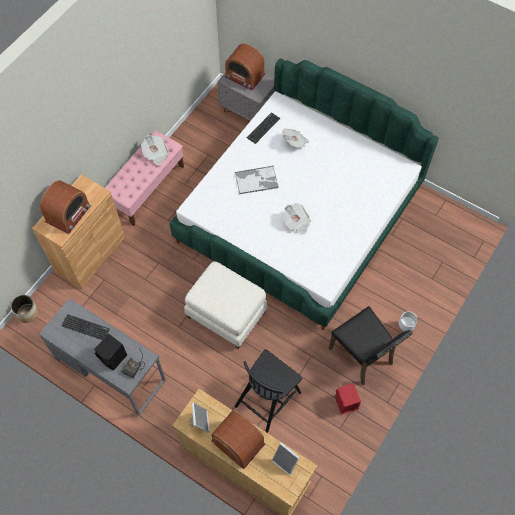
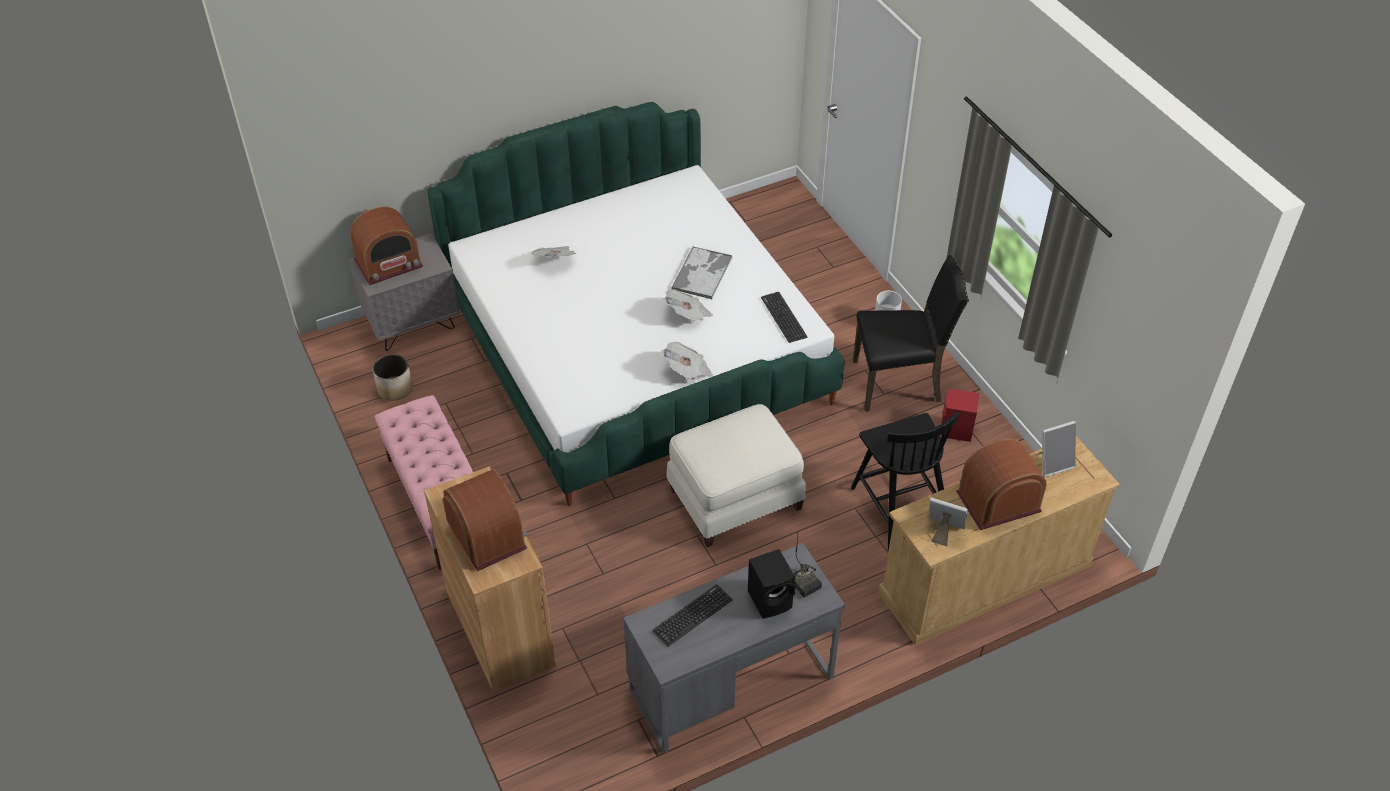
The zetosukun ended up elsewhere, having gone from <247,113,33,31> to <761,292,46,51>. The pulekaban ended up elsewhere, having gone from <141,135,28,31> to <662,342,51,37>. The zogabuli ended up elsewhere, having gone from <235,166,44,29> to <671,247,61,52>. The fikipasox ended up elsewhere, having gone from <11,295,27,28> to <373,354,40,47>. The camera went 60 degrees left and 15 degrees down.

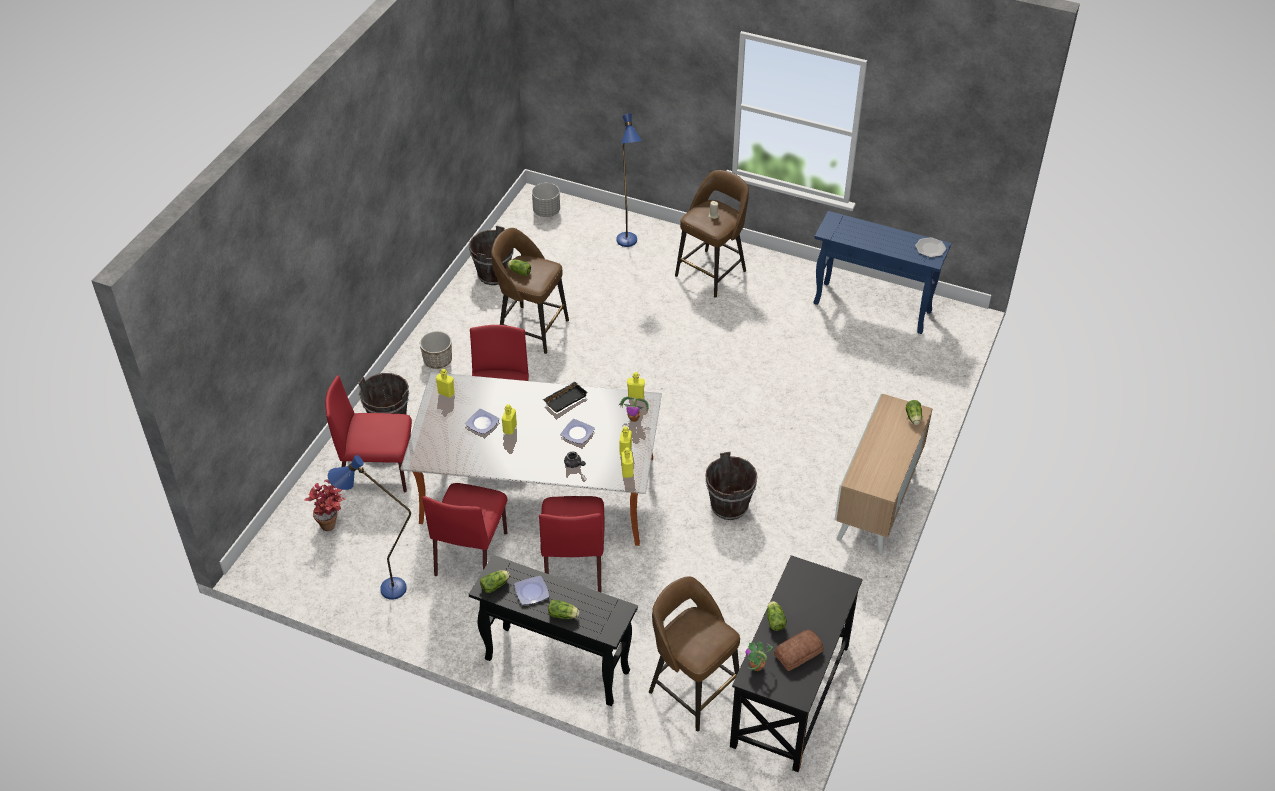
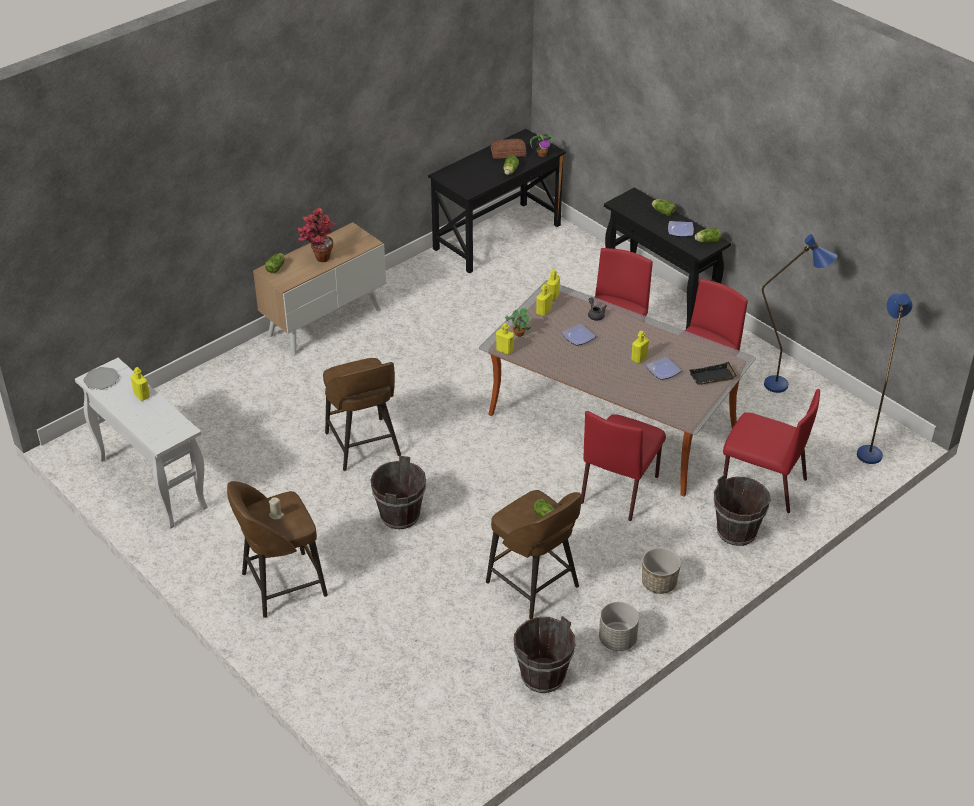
The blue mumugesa ended up elsewhere, having gone from <616,113,26,134> to <857,293,55,171>. The grey fikipasox ended up elsewhere, having gone from <532,183,28,34> to <599,602,40,49>. What was the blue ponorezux at <814,211,137,123> turned into the white ponorezux at <75,358,132,171>. The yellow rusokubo ended up elsewhere, having gone from <436,368,19,30> to <131,367,19,34>. The black zogabuli ended up elsewhere, having gone from <543,382,45,31> to <690,362,47,23>. The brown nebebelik ended up elsewhere, having gone from <705,452,53,68> to <371,456,55,73>. The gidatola ended up elsewhere, having gone from <305,479,41,52> to <298,208,37,54>. The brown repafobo ended up elsewhere, having gone from <649,576,91,155> to <323,358,78,113>. The camera went 155 degrees left and 5 degrees down.

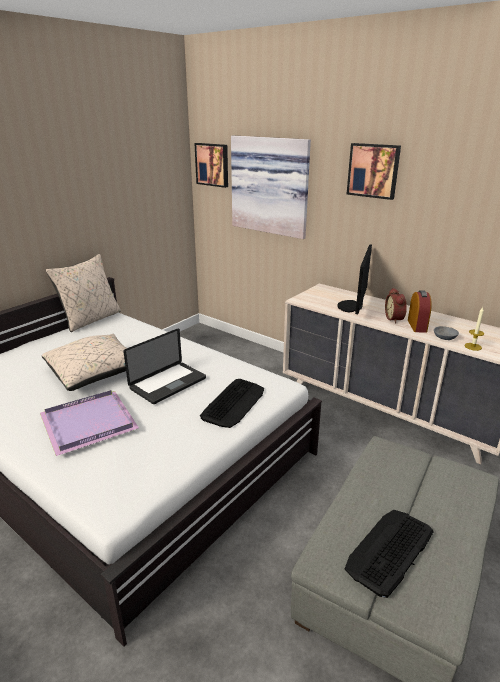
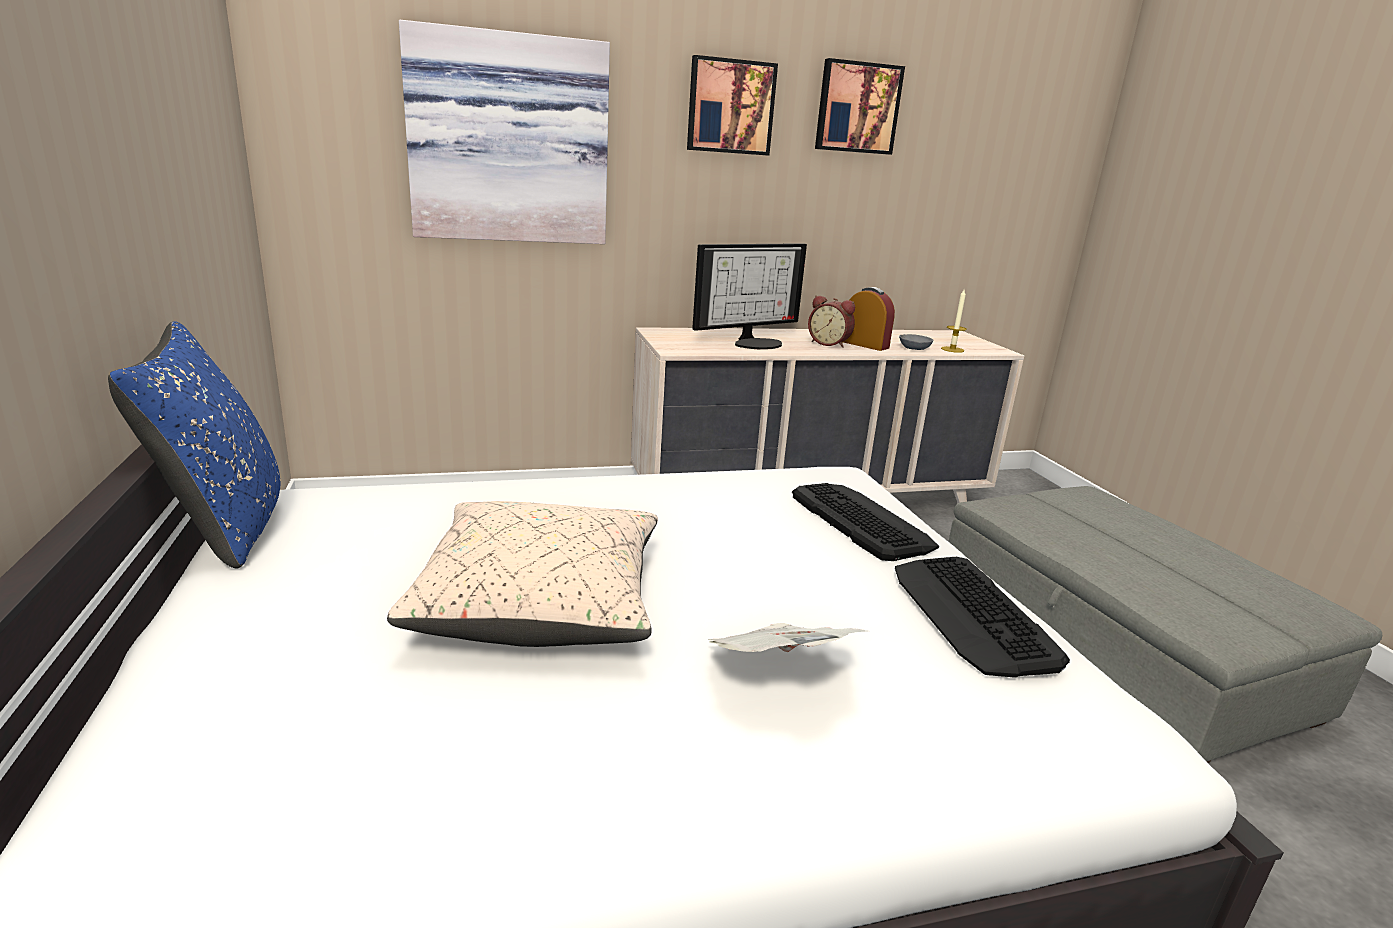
The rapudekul ended up elsewhere, having gone from <194,143,34,45> to <815,58,90,97>. The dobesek at <337,244,35,70> ended up facing another way, 90 degrees counterclockwise from before. What was the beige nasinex at <46,254,75,78> turned into the blue nasinex at <108,321,173,247>. The second view lost the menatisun at <123,328,83,76>. Where the purple zogabuli stood at <40,390,99,66>, the pulekaban came to stand at <708,623,160,29>. The zetosukun ended up elsewhere, having gone from <345,510,89,88> to <895,557,175,121>. The camera went 55 degrees left and 5 degrees down.

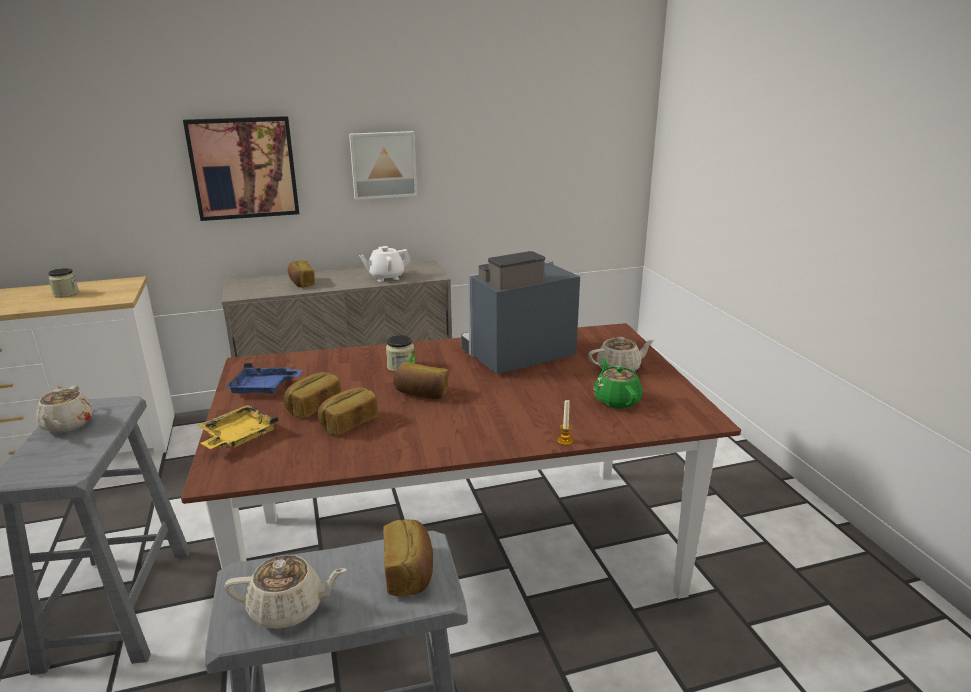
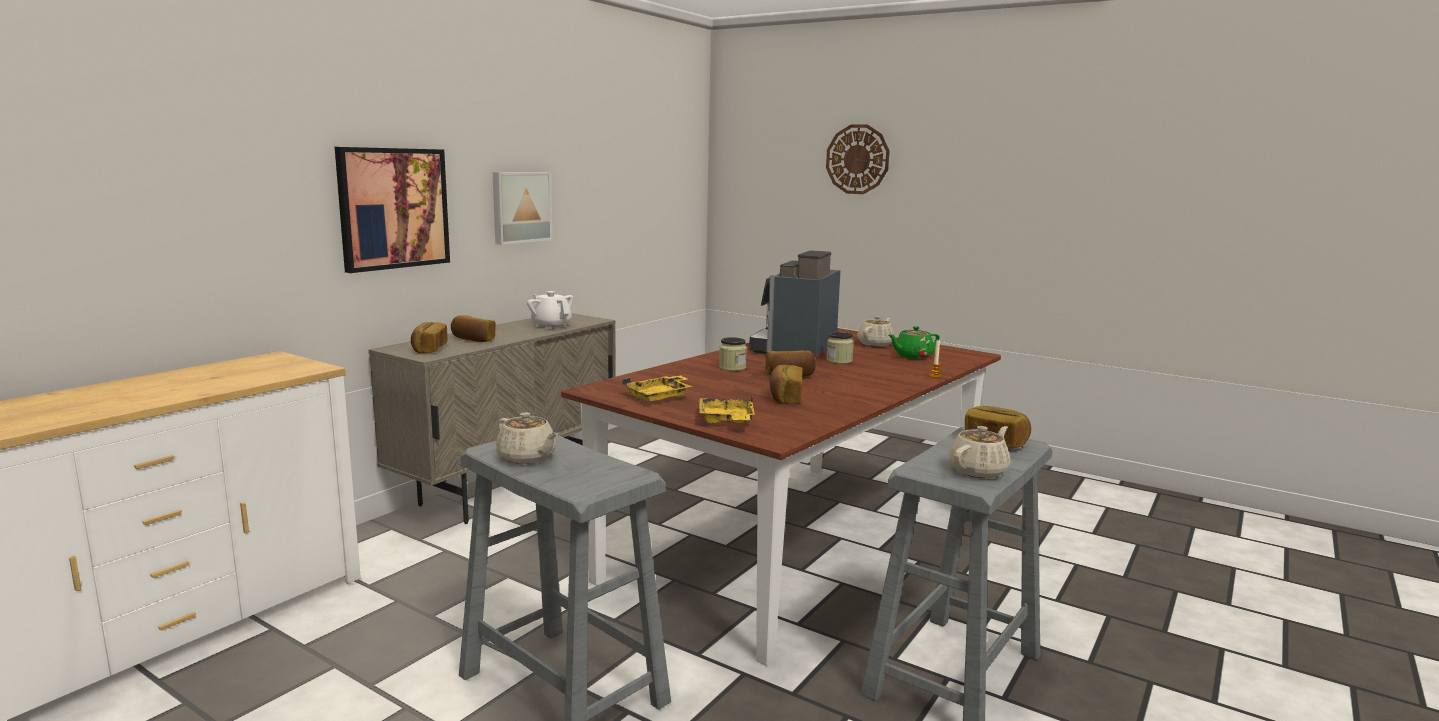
The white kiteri at <359,246,52,36> ended up facing another way, 105 degrees clockwise from before. The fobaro ended up elsewhere, having gone from <48,268,31,30> to <827,332,27,32>. The green kiteri at <593,358,49,51> ended up facing another way, 60 degrees counterclockwise from before. What was the blue zogabuli at <224,363,79,31> turned into the yellow zogabuli at <622,375,71,26>. The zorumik ended up elsewhere, having gone from <284,372,57,46> to <411,322,37,31>. The second view gained the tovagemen at <826,125,64,69>. The camera went 40 degrees left and 10 degrees down.

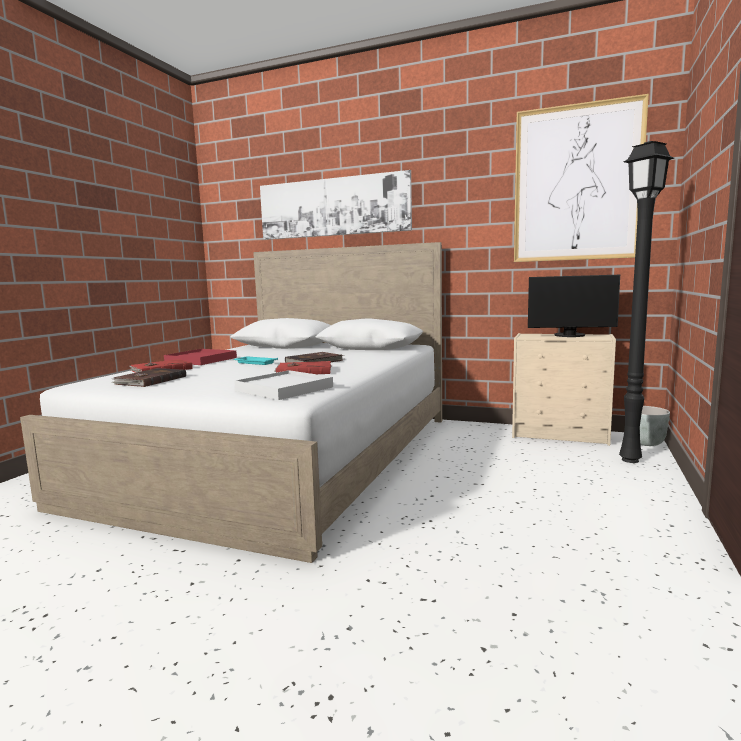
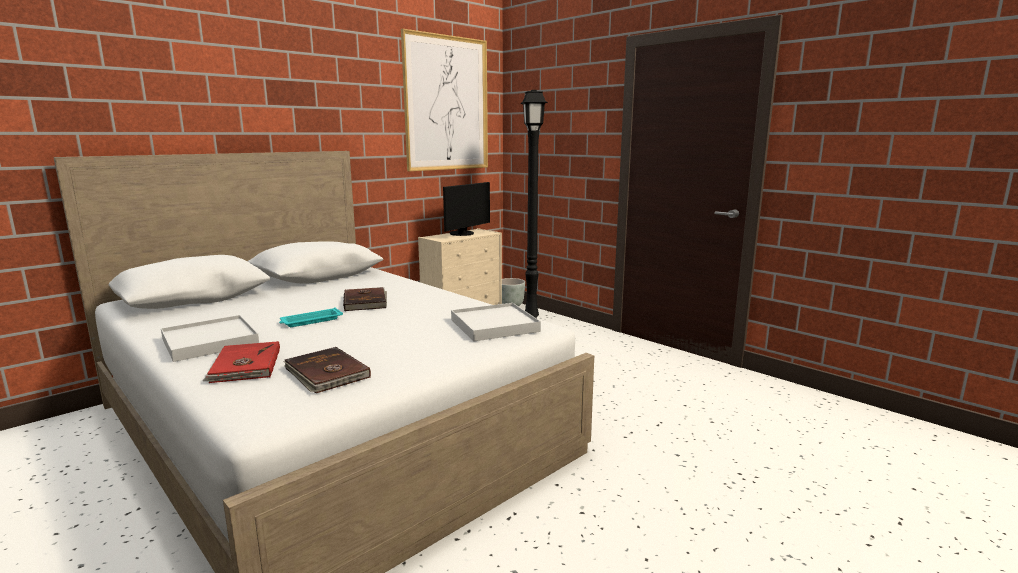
The second view lost the rapudekul at <260,170,152,70>. What was the red zogabuli at <164,349,73,16> turned into the white zogabuli at <161,315,98,47>. The second view lost the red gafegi at <275,361,57,13>. The camera went 65 degrees left and 5 degrees up.

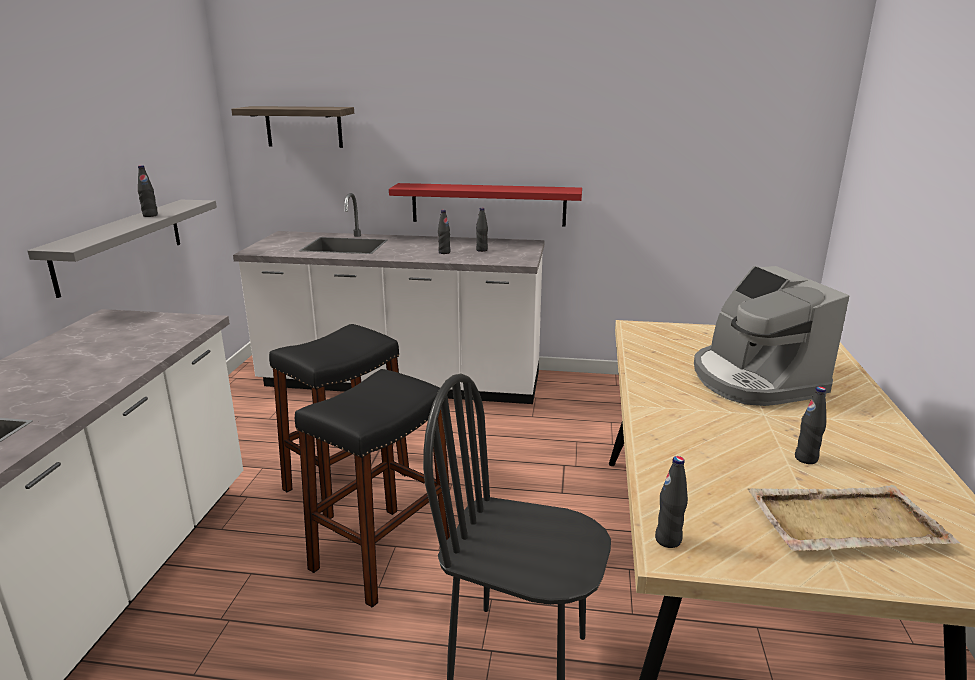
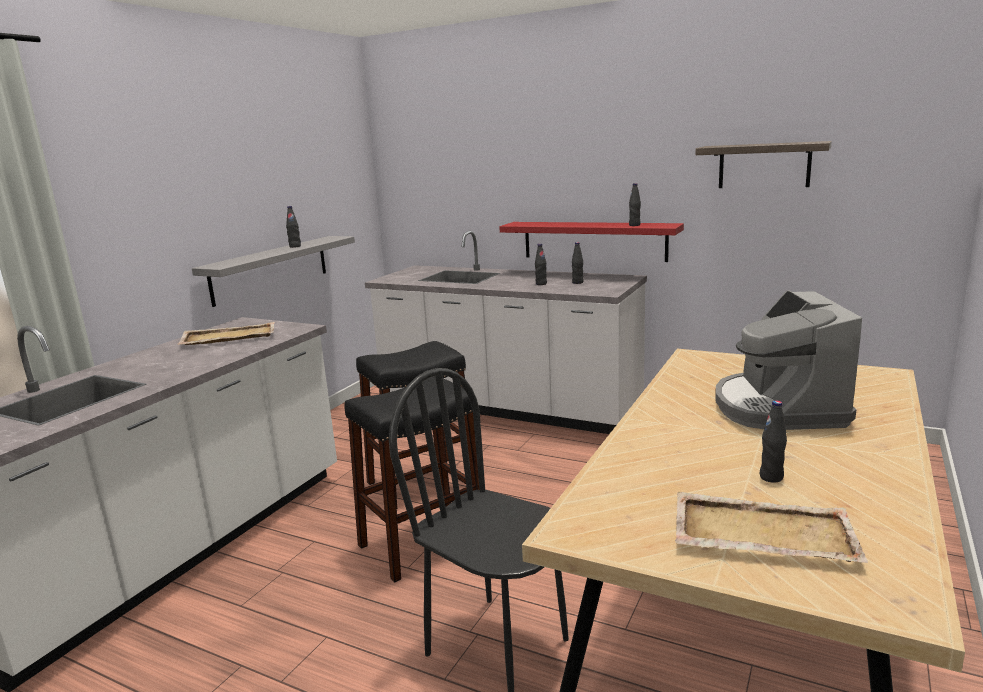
The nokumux ended up elsewhere, having gone from <231,106,123,42> to <695,141,137,47>. The black rusokubo ended up elsewhere, having gone from <655,456,33,92> to <629,183,12,43>. The second view gained the beige zogabuli at <177,322,97,23>. The camera went 20 degrees right and 5 degrees down.

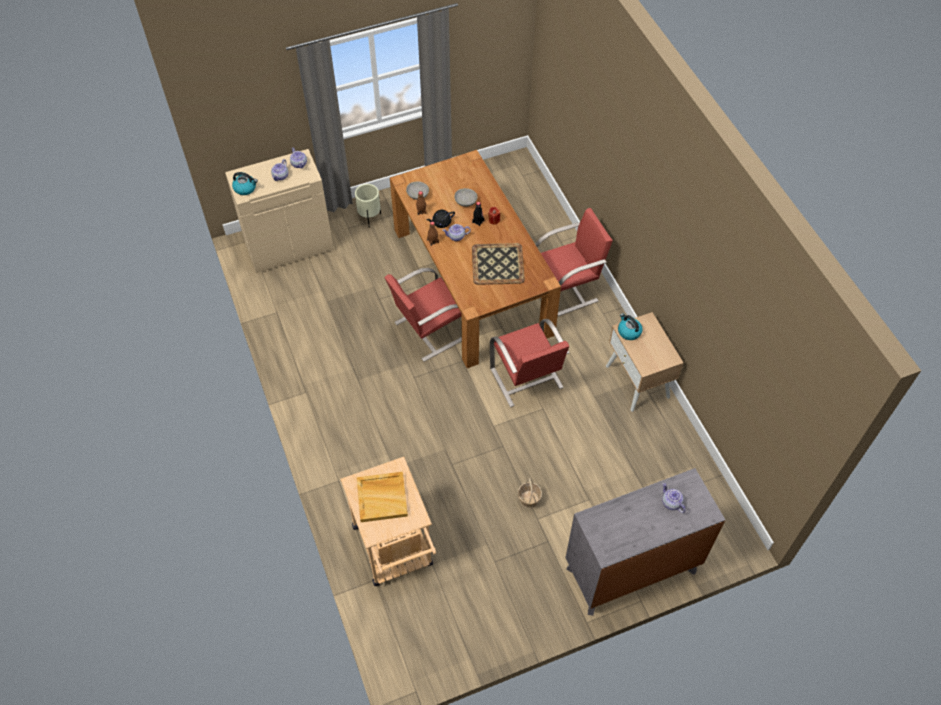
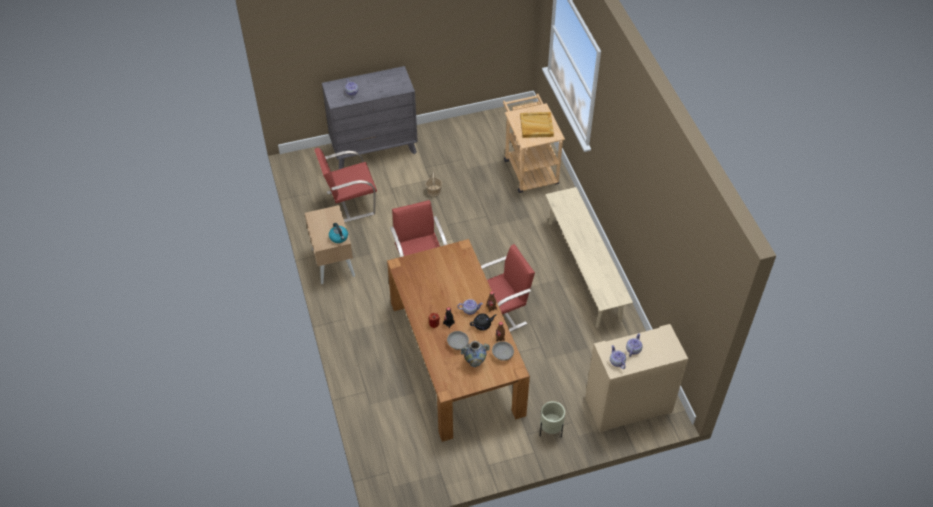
The second view lost the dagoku at <232,172,26,23>. The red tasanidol ended up elsewhere, having gone from <535,208,78,108> to <314,148,63,74>. The second view lost the zogabuli at <472,243,53,42>. The second view gained the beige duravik at <545,187,88,141>. The second view gained the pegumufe at <460,341,30,26>. The camera went 175 degrees left and 5 degrees down.

